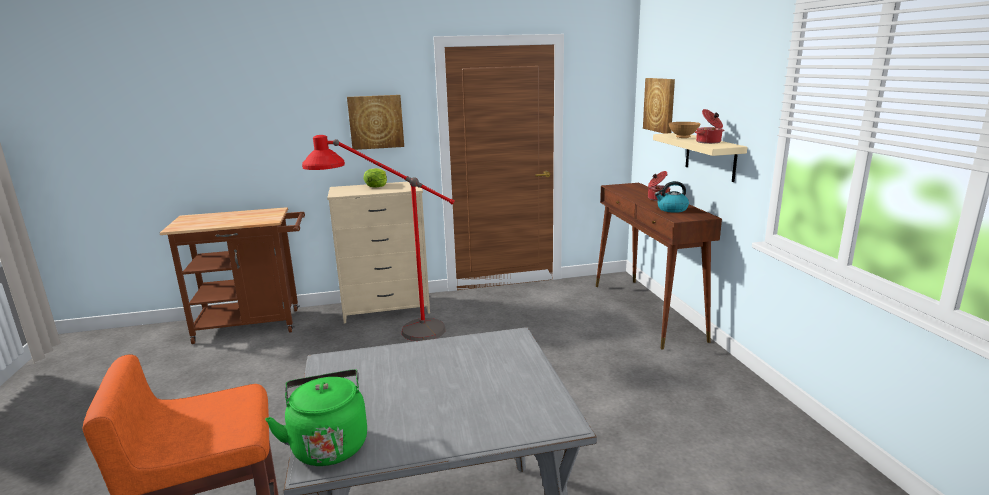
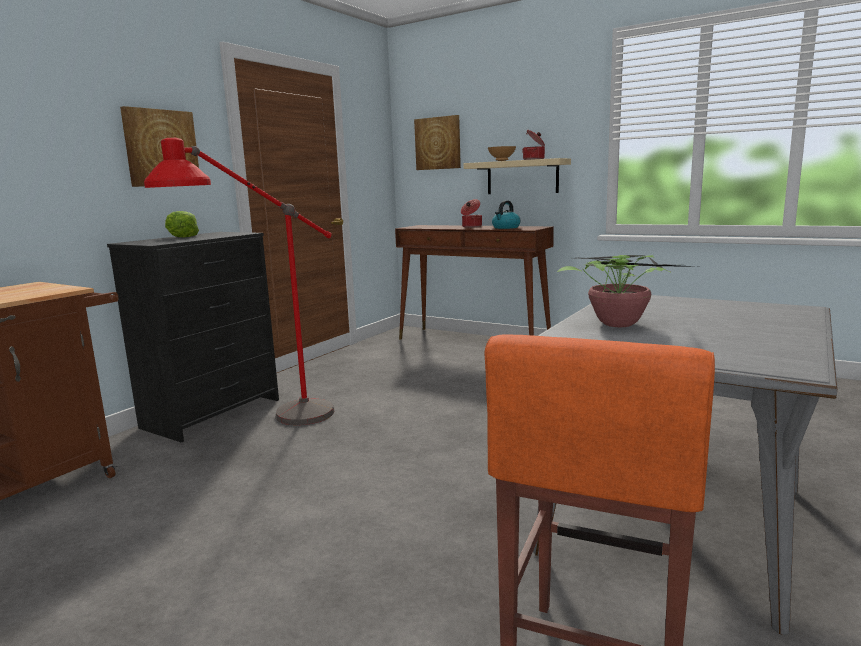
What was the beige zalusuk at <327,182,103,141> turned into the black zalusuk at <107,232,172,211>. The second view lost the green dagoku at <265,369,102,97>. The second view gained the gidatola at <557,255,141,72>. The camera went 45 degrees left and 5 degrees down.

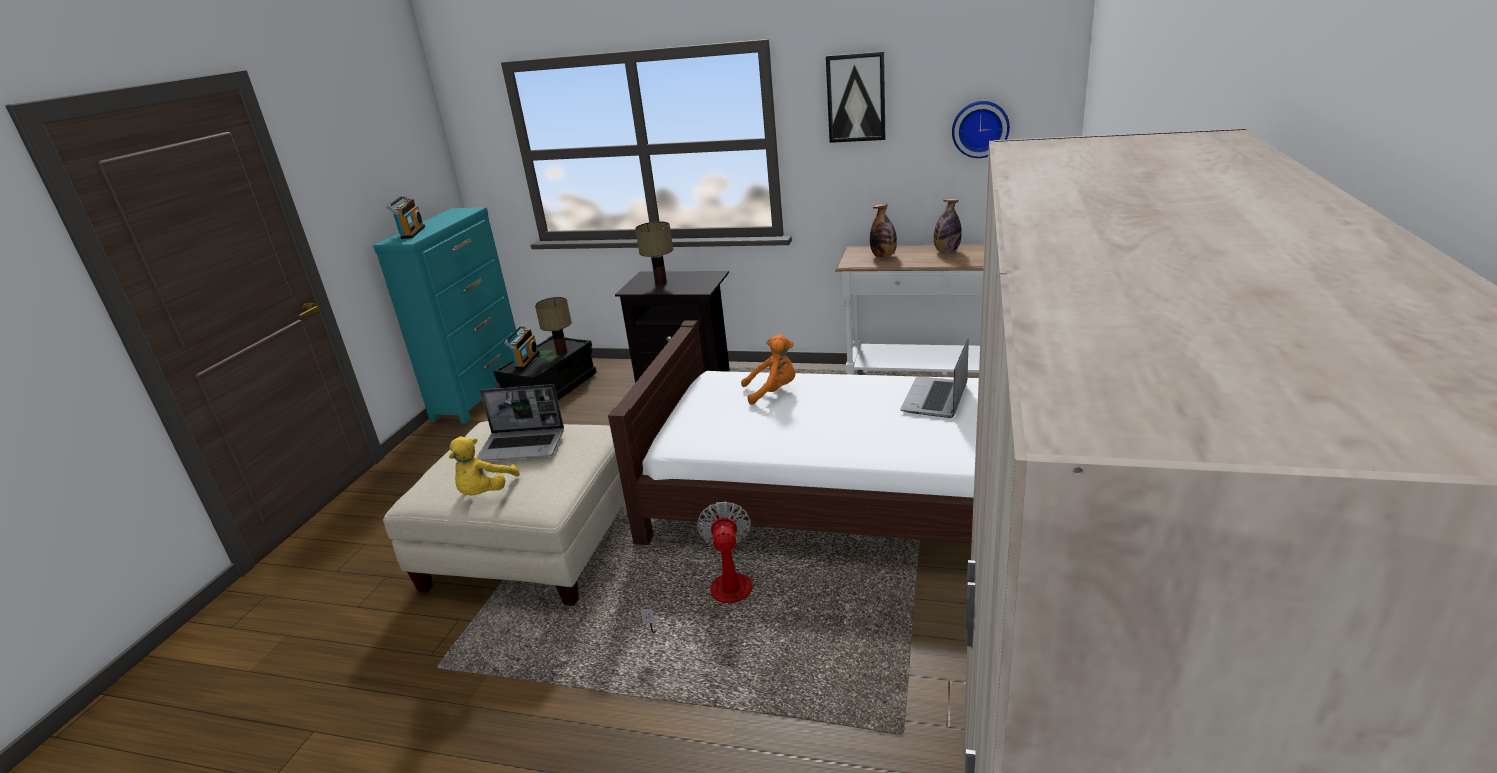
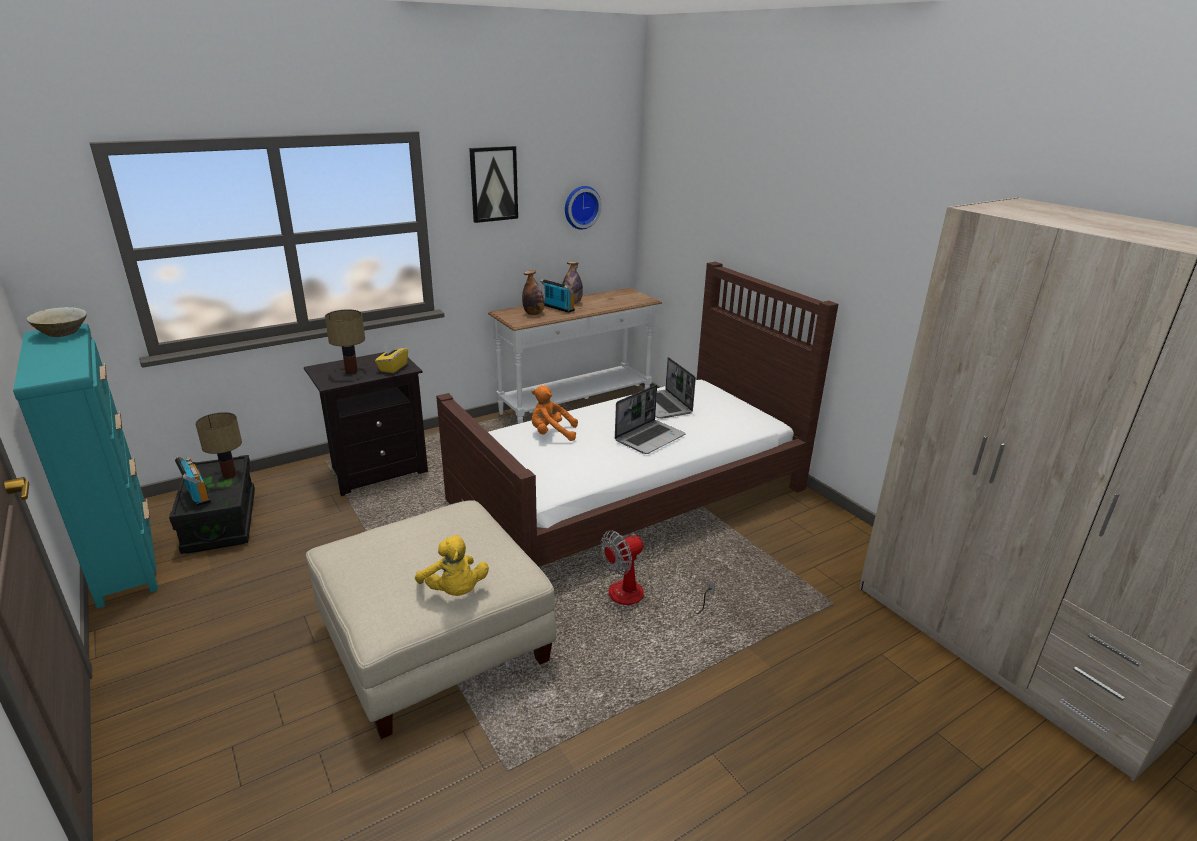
The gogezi ended up elsewhere, having gone from <387,195,38,44> to <540,279,35,34>. The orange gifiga at <741,335,55,70> ended up facing another way, 120 degrees counterclockwise from before. The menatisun ended up elsewhere, having gone from <476,384,88,77> to <615,385,71,69>. The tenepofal at <640,501,112,132> ended up facing another way, 75 degrees counterclockwise from before. The second view gained the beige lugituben at <27,307,60,30>. The second view gained the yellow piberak at <375,342,33,31>. The camera went 50 degrees left and 0 degrees up.

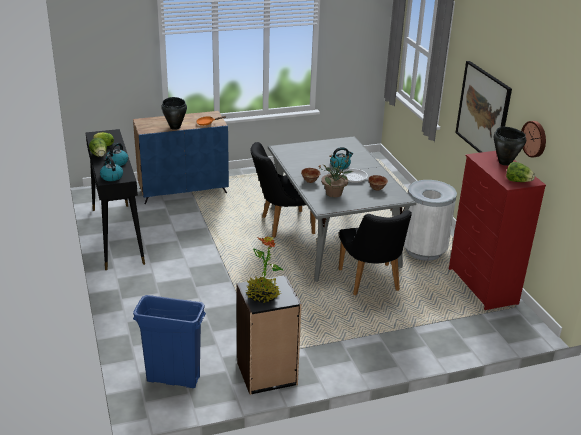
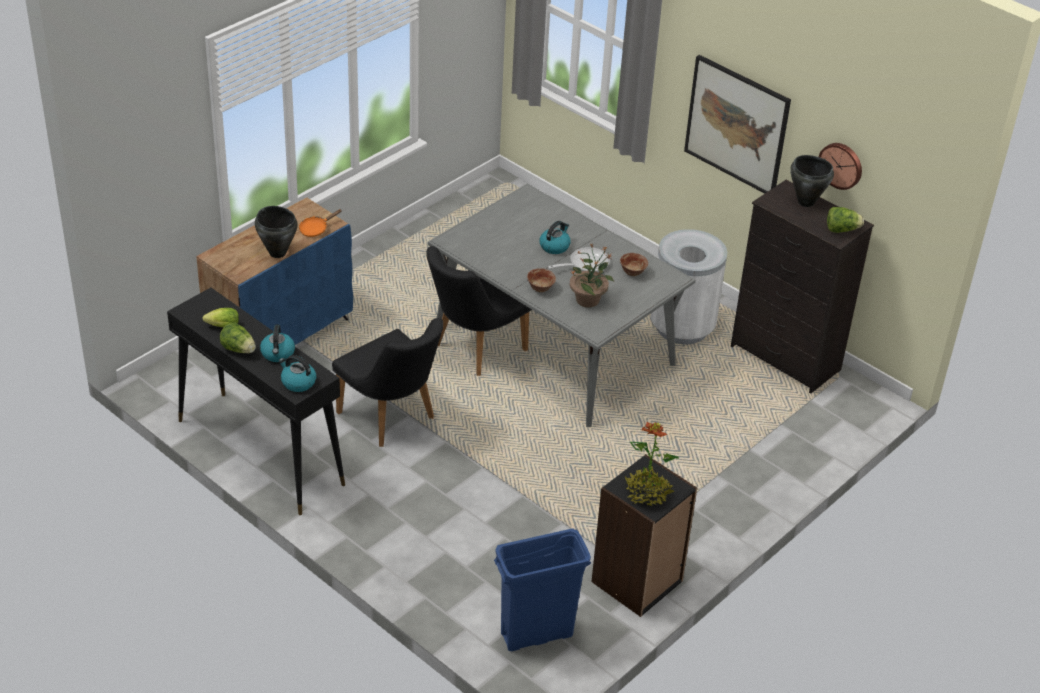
What was the red zalusuk at <449,151,97,159> turned into the black zalusuk at <731,180,143,214>. The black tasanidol ended up elsewhere, having gone from <339,210,73,85> to <332,318,111,129>. The camera went 30 degrees left and 10 degrees up.

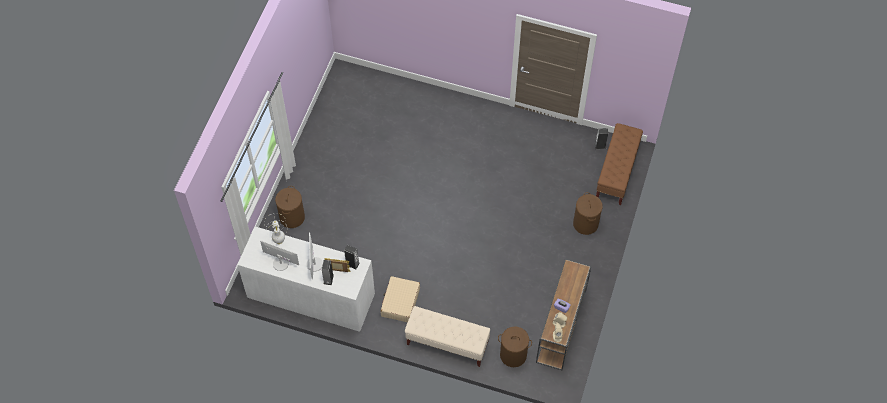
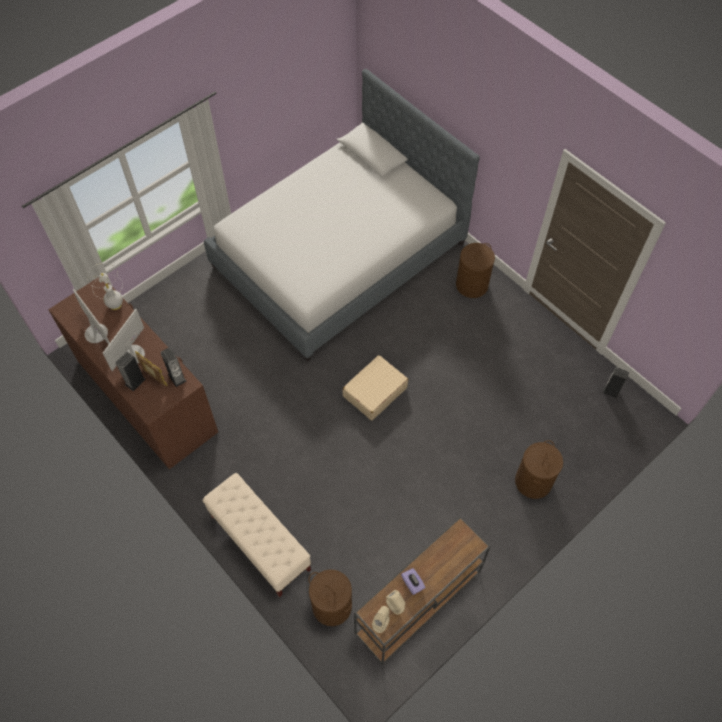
The second view lost the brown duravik at <596,123,47,82>. The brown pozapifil ended up elsewhere, having gone from <275,186,30,42> to <456,243,39,55>. What was the white zalusuk at <237,226,138,106> turned into the brown zalusuk at <48,277,170,192>. The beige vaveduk ended up elsewhere, having gone from <381,276,39,46> to <343,355,65,66>. The second view gained the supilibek at <204,69,276,293>. The camera went 30 degrees right and 0 degrees up.

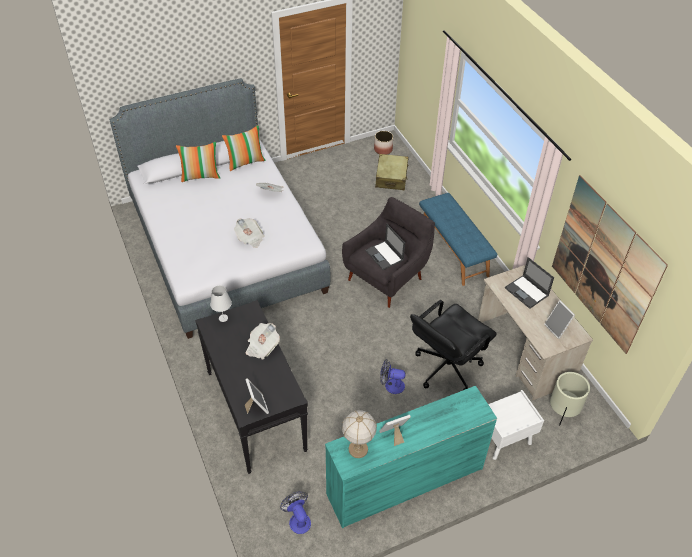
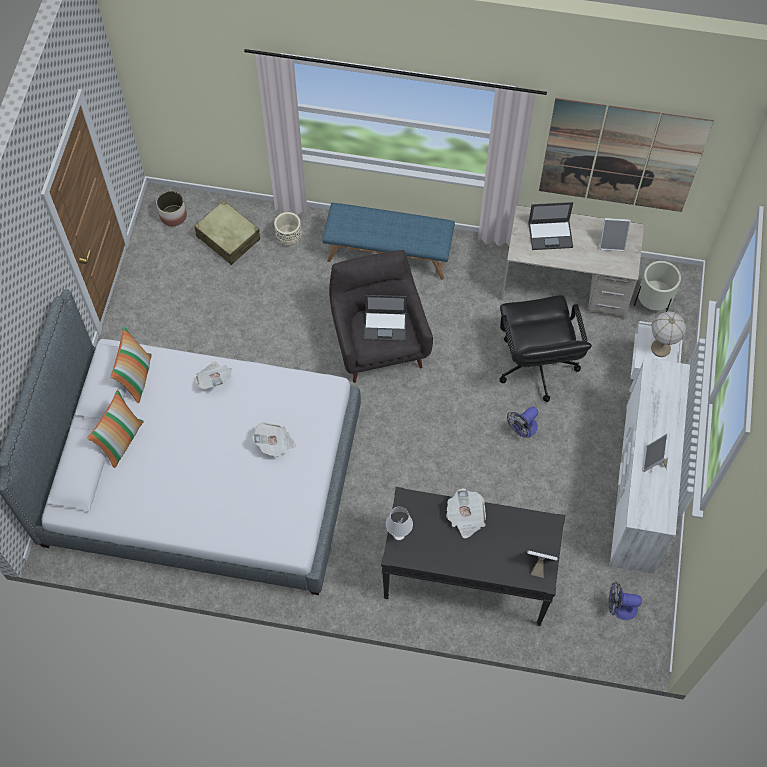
What was the turquoise zalusuk at <325,386,172,142> turned into the white zalusuk at <609,357,81,217>. The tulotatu ended up elsewhere, having gone from <342,410,35,48> to <651,312,35,45>. The second view gained the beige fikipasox at <274,212,28,34>. The camera went 55 degrees left and 15 degrees up.

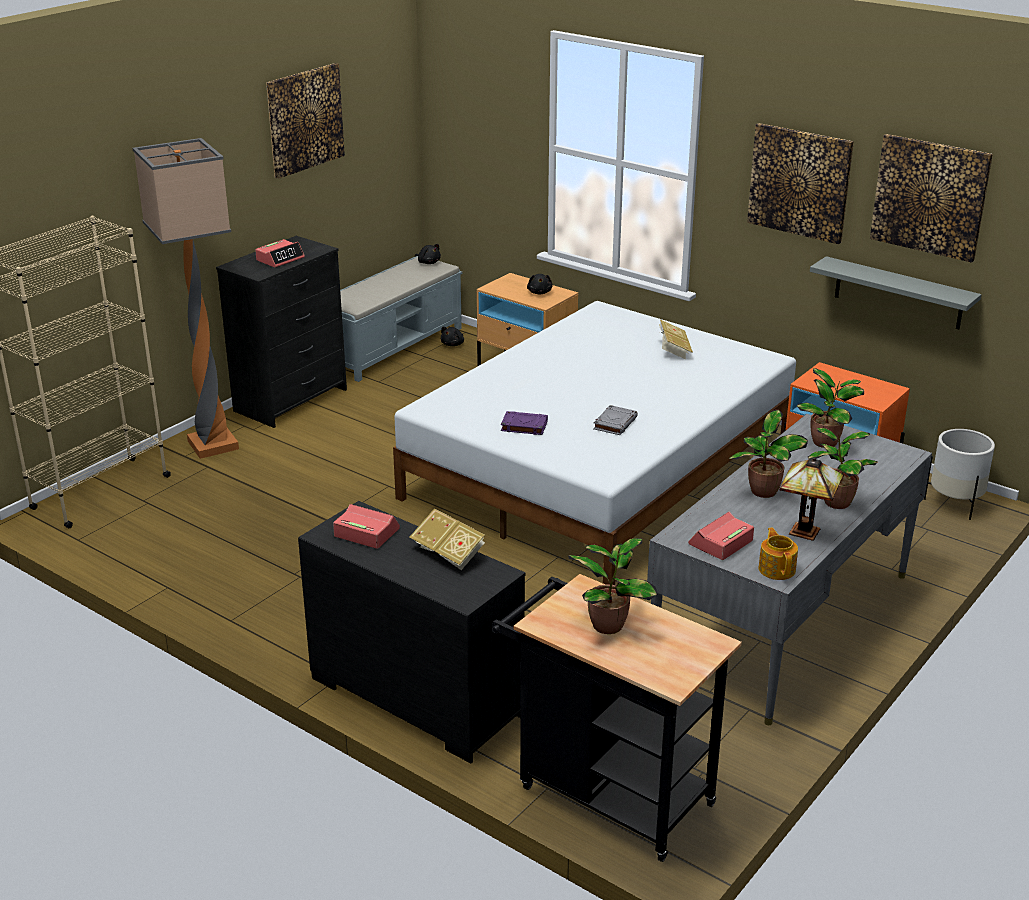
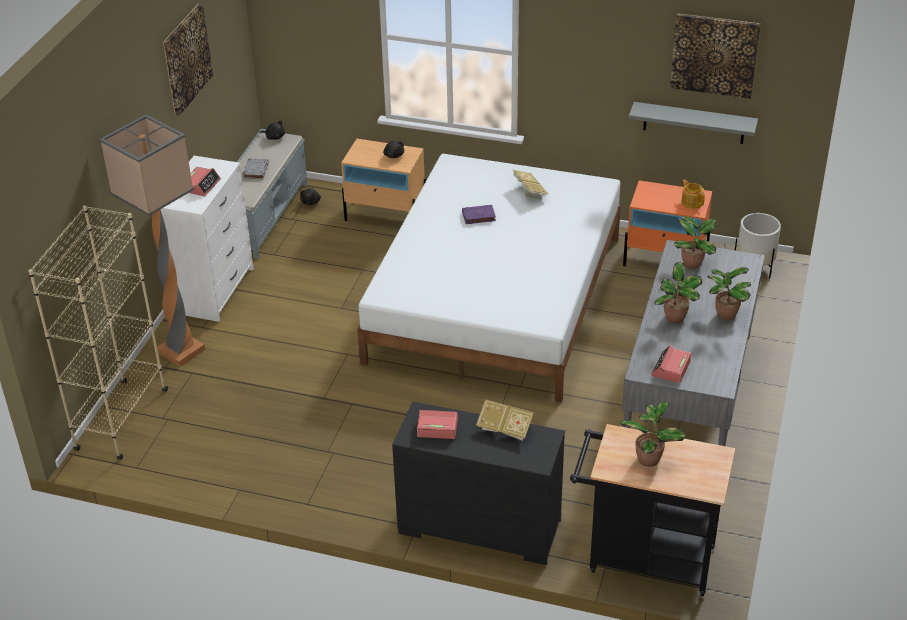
The second view lost the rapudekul at <747,123,107,121>. What was the black zalusuk at <216,236,131,192> turned into the white zalusuk at <160,156,94,166>. The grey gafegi ended up elsewhere, having gone from <593,405,45,30> to <243,158,26,21>. The purple gafegi ended up elsewhere, having gone from <501,411,47,24> to <462,205,34,19>. The second view lost the tulotatu at <779,457,65,84>. The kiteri ended up elsewhere, having gone from <758,527,40,53> to <682,180,23,29>. The camera went 20 degrees left and 10 degrees up.

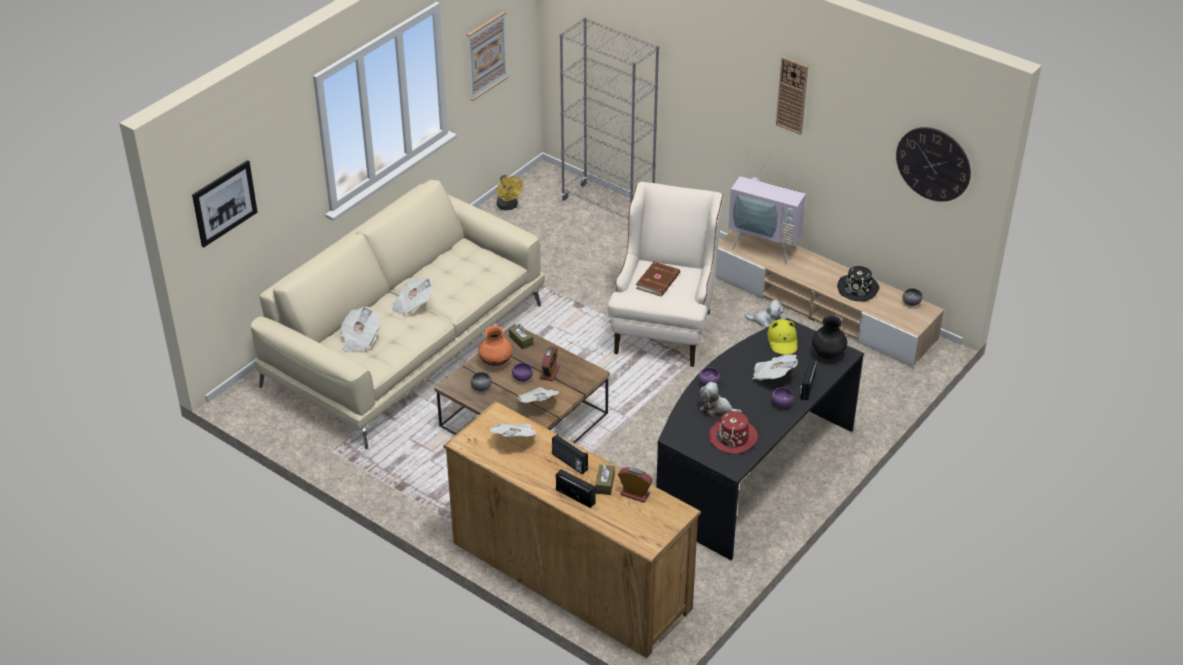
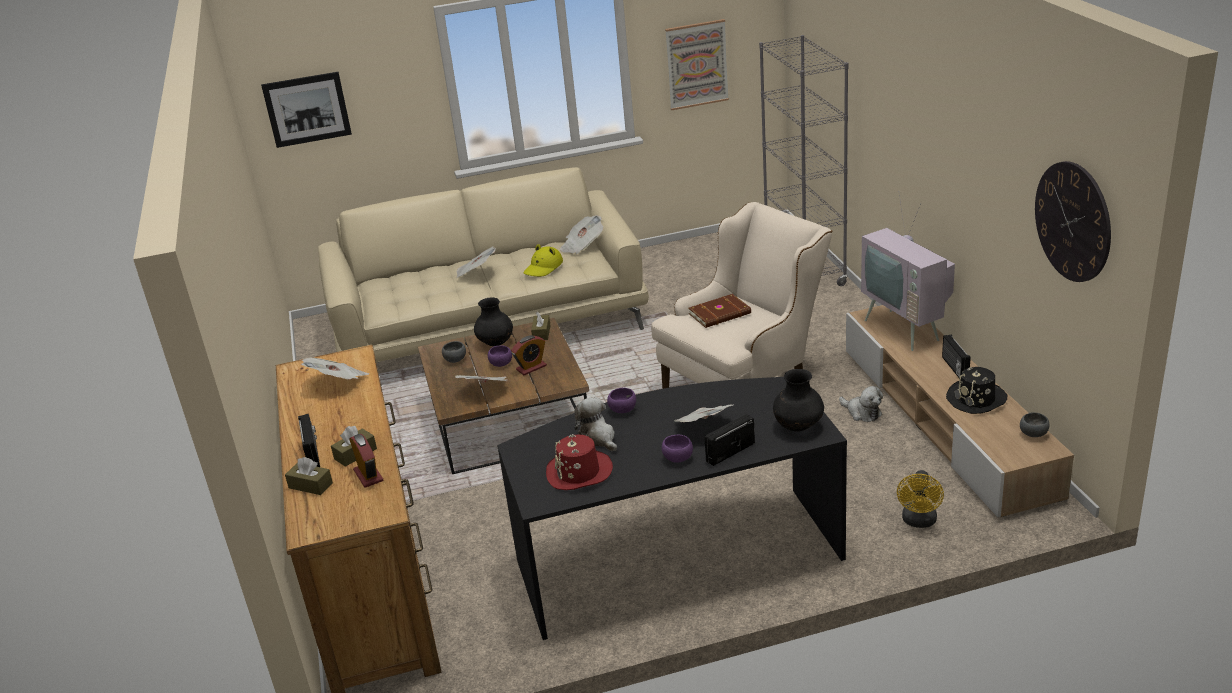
The second view lost the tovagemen at <776,57,32,78>. The yellow tenepofal ended up elsewhere, having gone from <496,175,27,35> to <897,470,47,58>. The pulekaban ended up elsewhere, having gone from <340,307,41,45> to <560,215,43,39>. The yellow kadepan ended up elsewhere, having gone from <767,319,30,36> to <523,244,40,33>. What was the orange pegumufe at <478,326,34,40> turned into the black pegumufe at <474,298,39,48>. The gogezi ended up elsewhere, having gone from <552,434,36,40> to <942,334,29,44>. The second view gained the brown piberak at <285,457,48,38>. The camera went 40 degrees right and 10 degrees down.

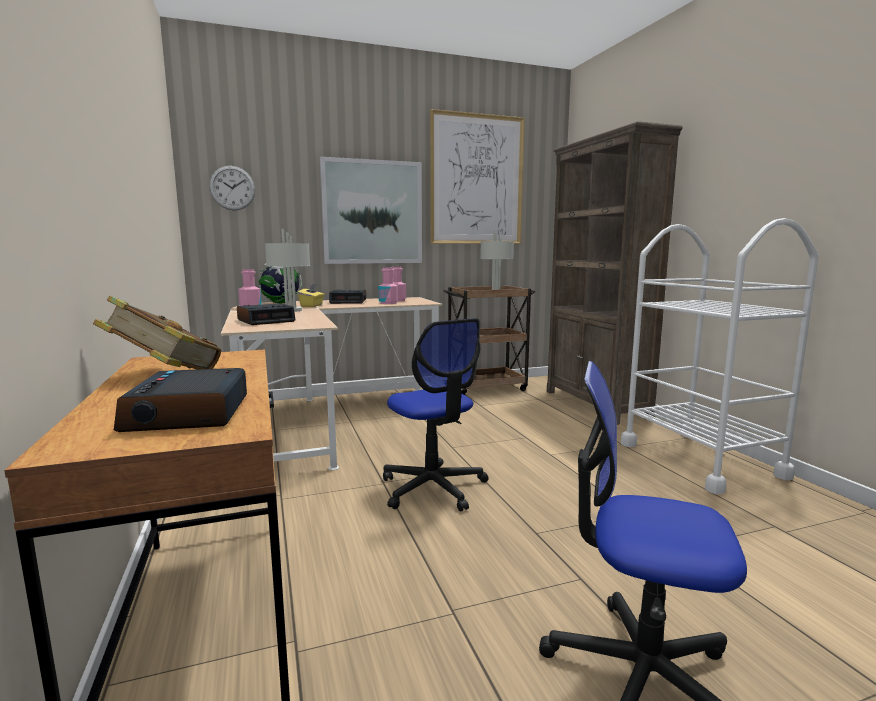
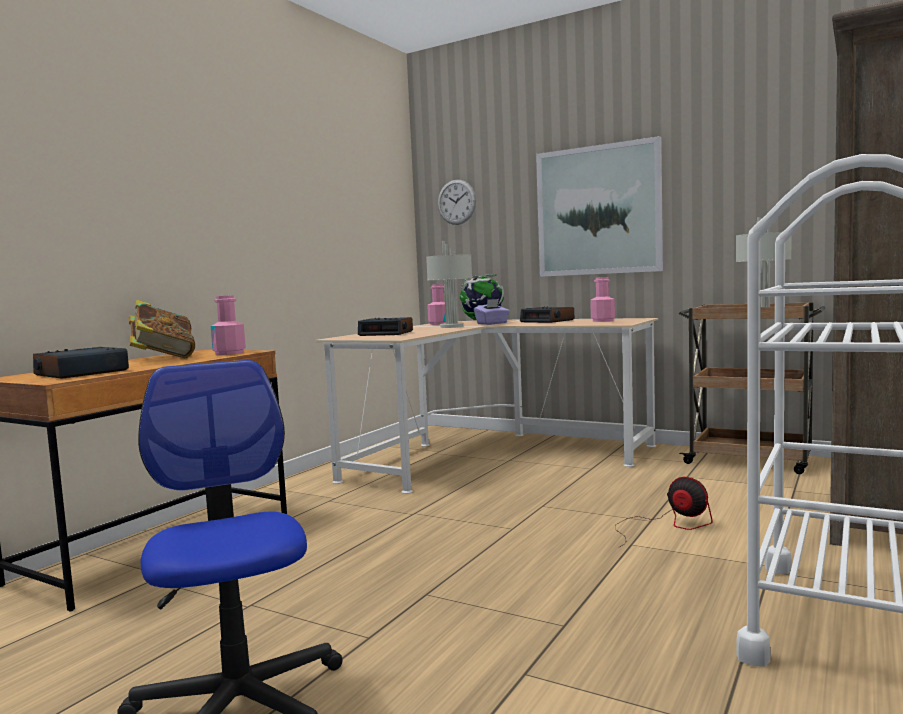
The second view lost the rapudekul at <430,109,95,135>. The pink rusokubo ended up elsewhere, having gone from <378,268,20,36> to <211,295,35,60>. What was the yellow piberak at <298,284,26,23> turned into the purple piberak at <474,299,36,26>. The second view lost the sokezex at <383,318,106,194>. The second view gained the tenepofal at <615,477,98,71>. The camera went 50 degrees right and 5 degrees down.

